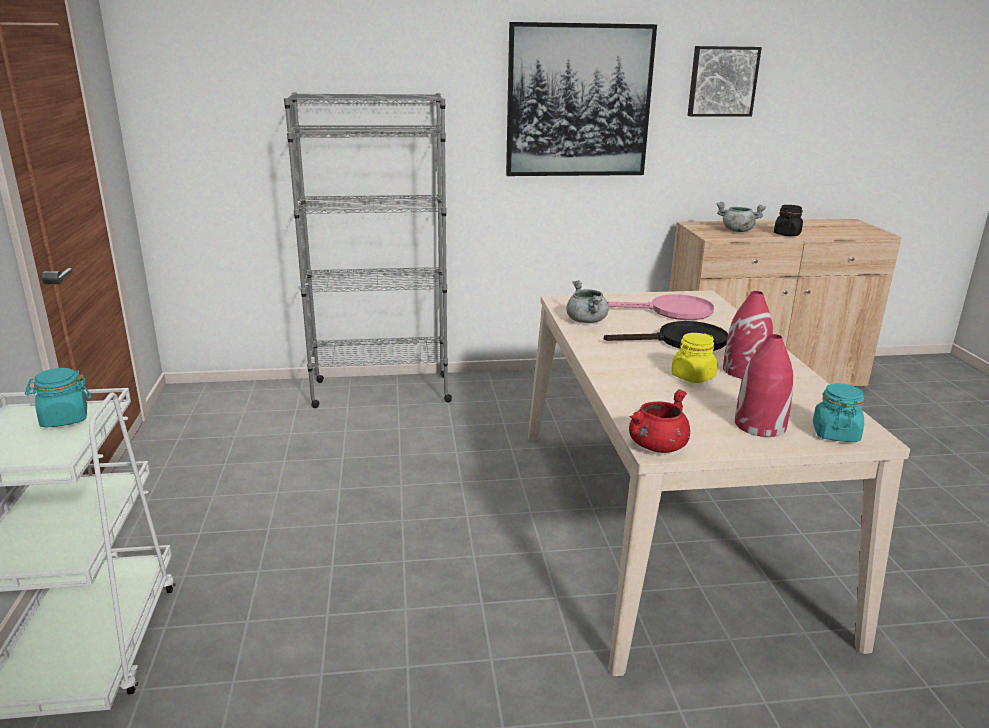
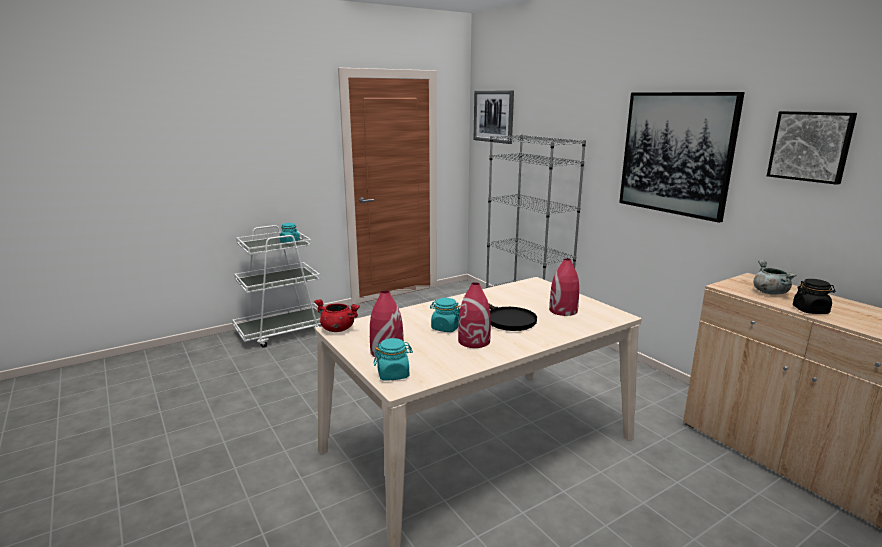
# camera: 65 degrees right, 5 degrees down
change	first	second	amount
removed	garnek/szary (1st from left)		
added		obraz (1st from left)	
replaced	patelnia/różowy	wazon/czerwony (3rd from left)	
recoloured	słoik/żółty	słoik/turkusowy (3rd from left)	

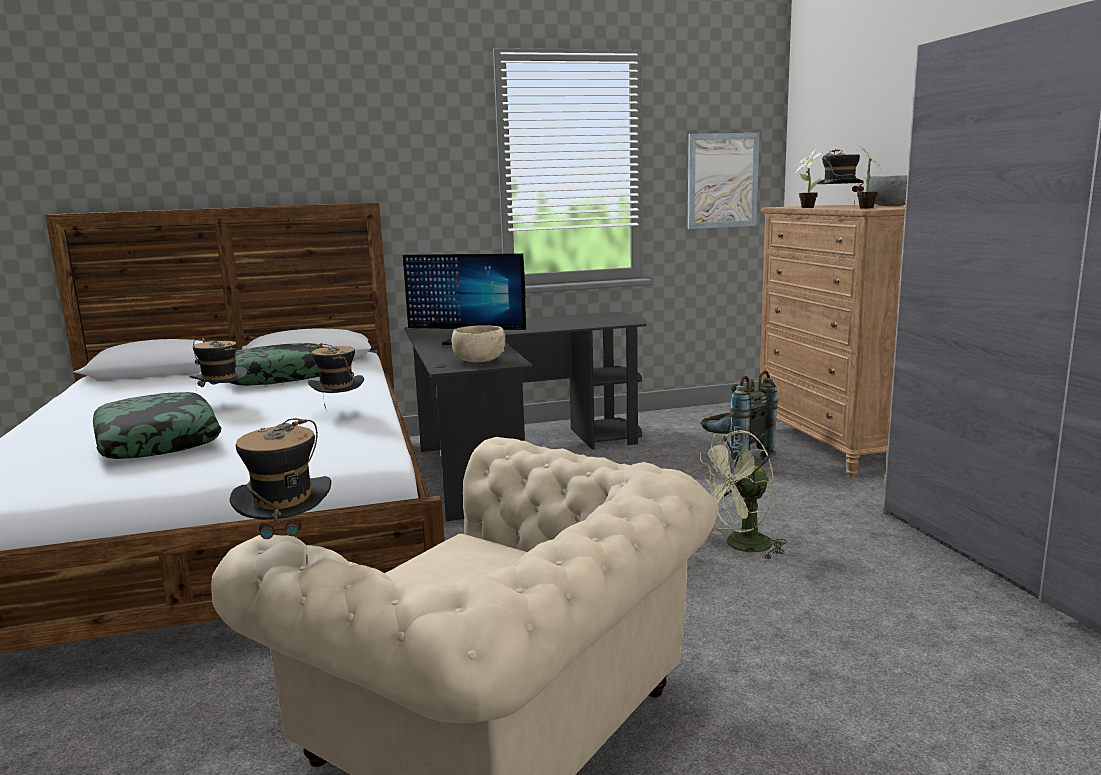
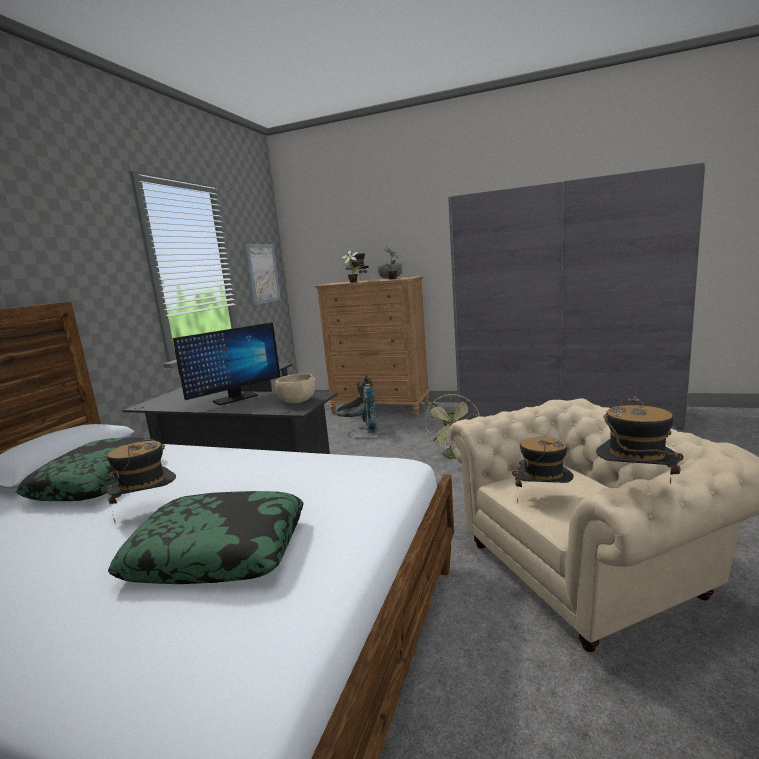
# camera: 55 degrees left, 0 degrees up
change	first	second	amount
moved	kapelusz (3rd from left)		

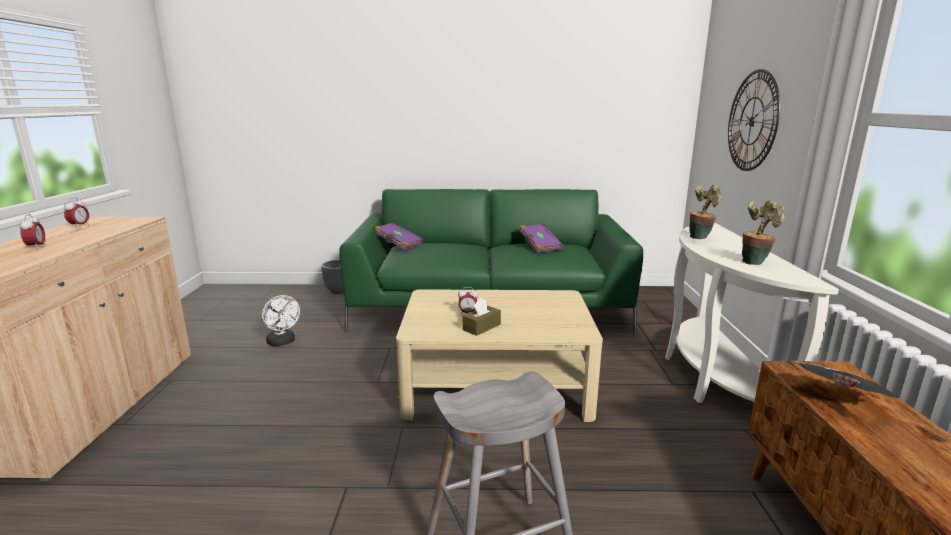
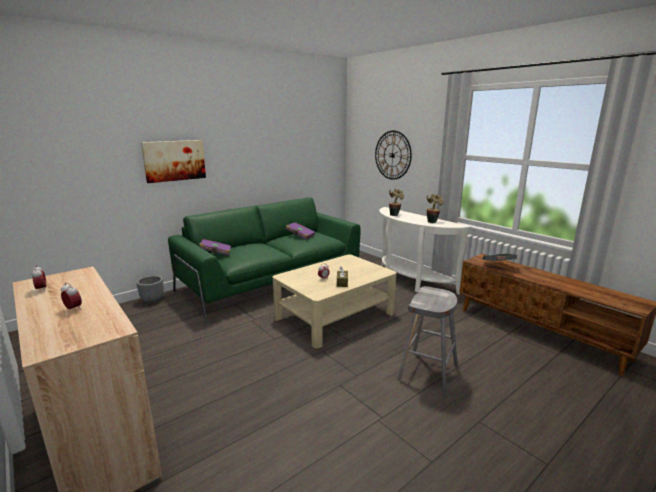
# camera: 40 degrees left, 0 degrees up
change	first	second	amount
removed	wentylator/biały		
added		obraz	

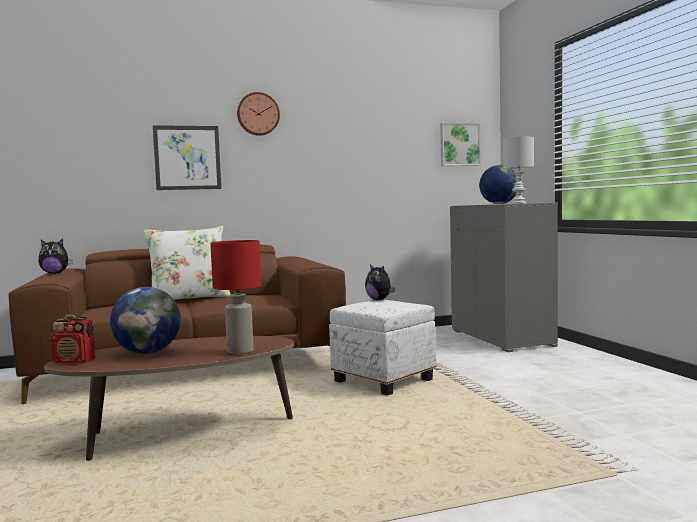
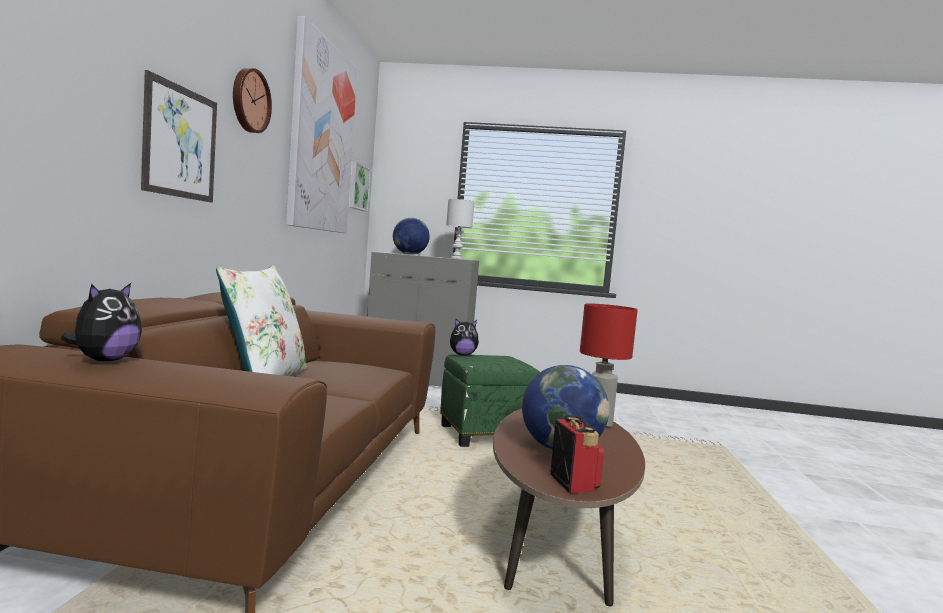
# camera: 65 degrees left, 0 degrees up
change	first	second	amount
added		obraz (2nd from left)	
recoloured	pufa/biały	pufa/zielony	
turned	radio		45 degrees counterclockwise

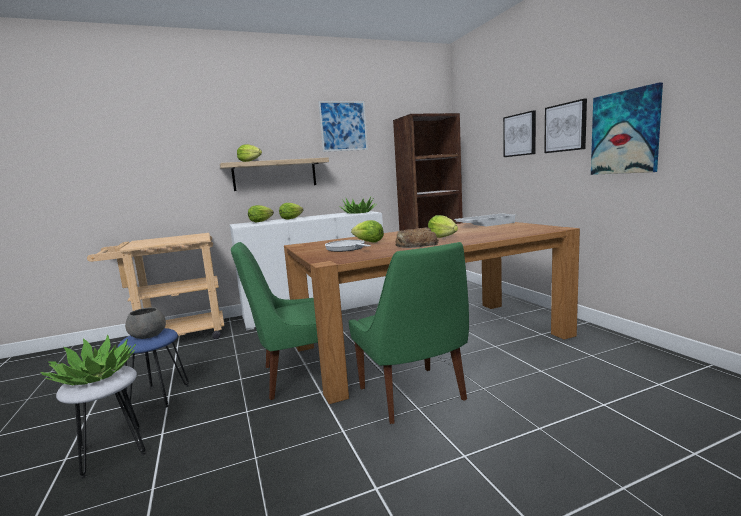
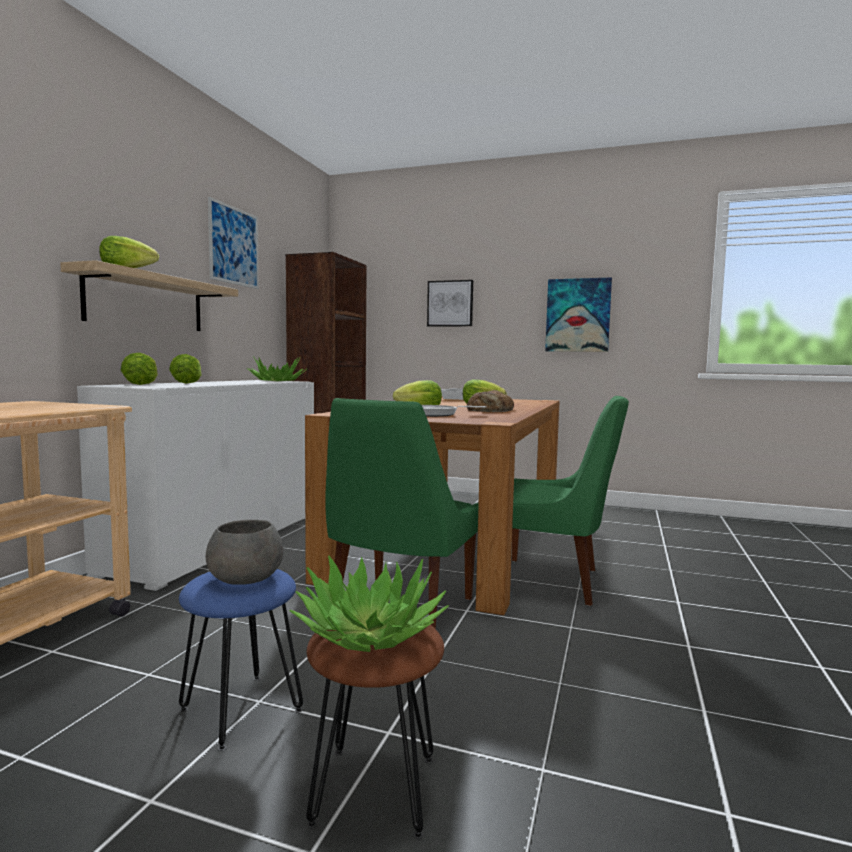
# camera: 50 degrees left, 5 degrees down
change	first	second	amount
removed	obraz (3rd from left)		
recoloured	stołek/biały	stołek/brązowy	

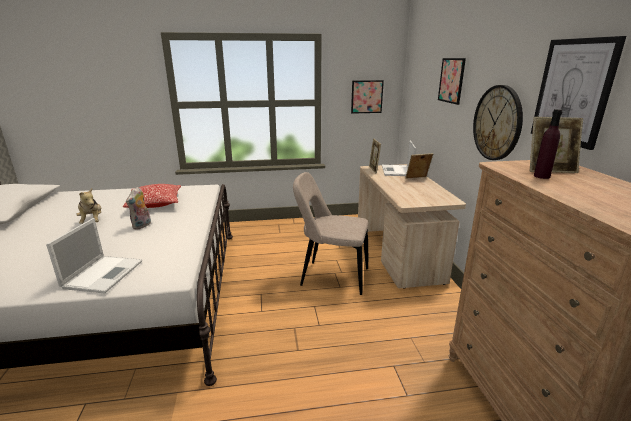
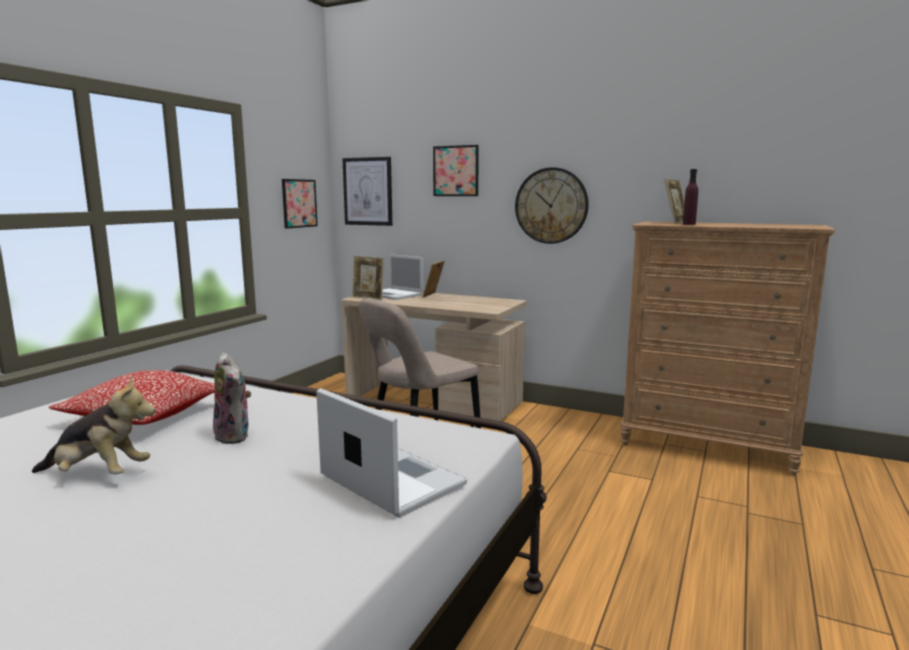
# camera: 55 degrees left, 10 degrees down
change	first	second	amount
moved	obraz (3rd from left in the first image)	obraz (2nd from left)	

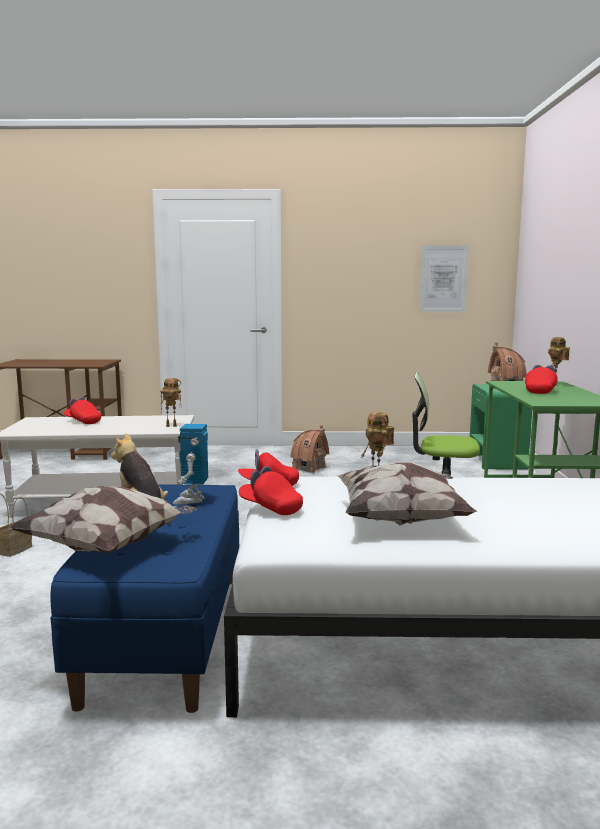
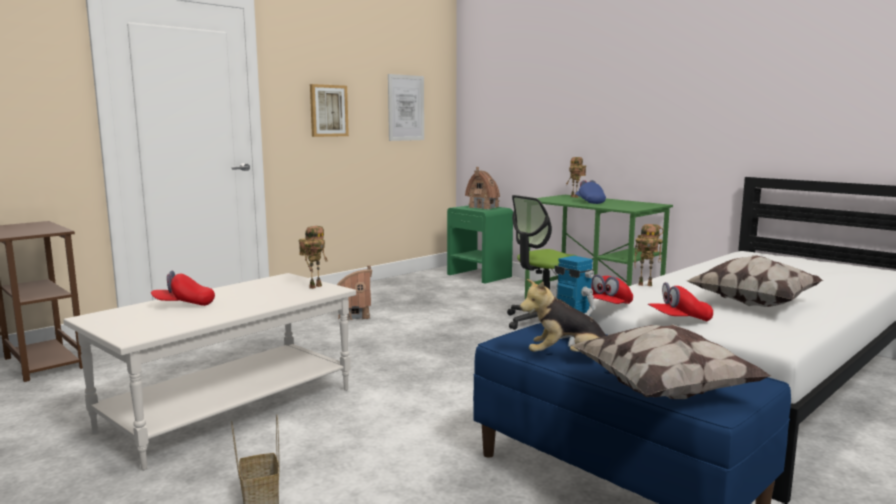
# camera: 45 degrees left, 0 degrees up
change	first	second	amount
added		obraz (1st from left)	
recoloured	czapka z daszkiem/czerwony (4th from left)	czapka z daszkiem/niebieski	

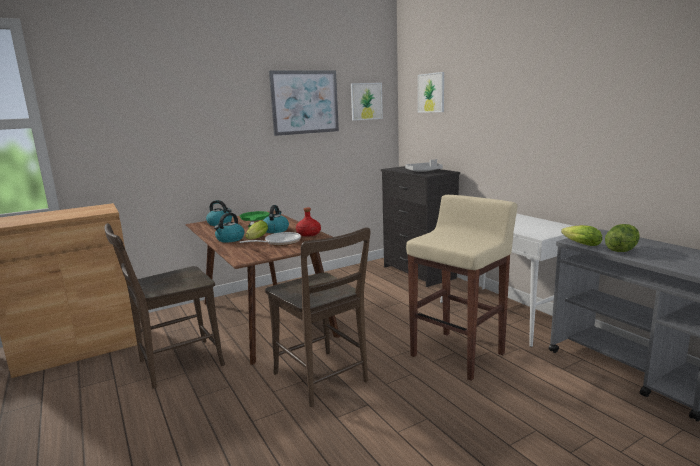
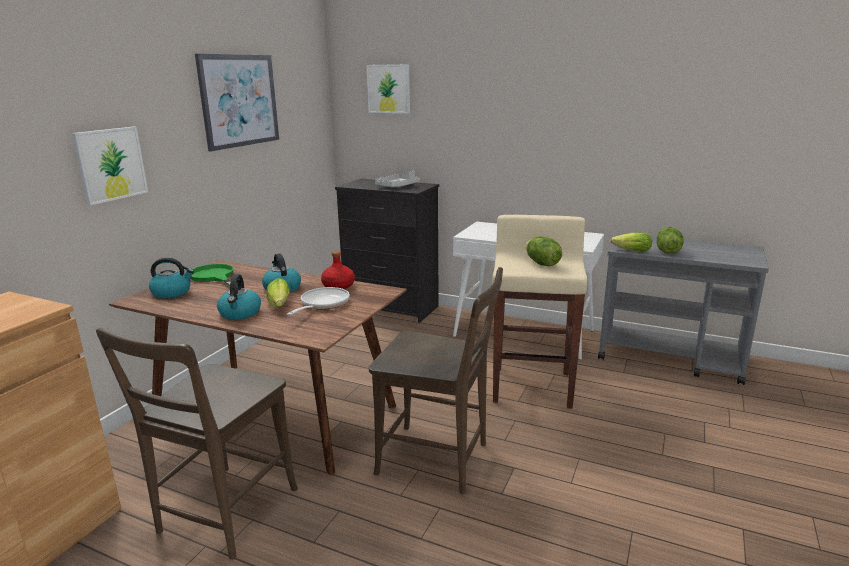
# camera: 35 degrees left, 5 degrees up
change	first	second	amount
added		sałata (2nd from left)	
moved	obraz (2nd from left in the first image)	obraz (1st from left)	

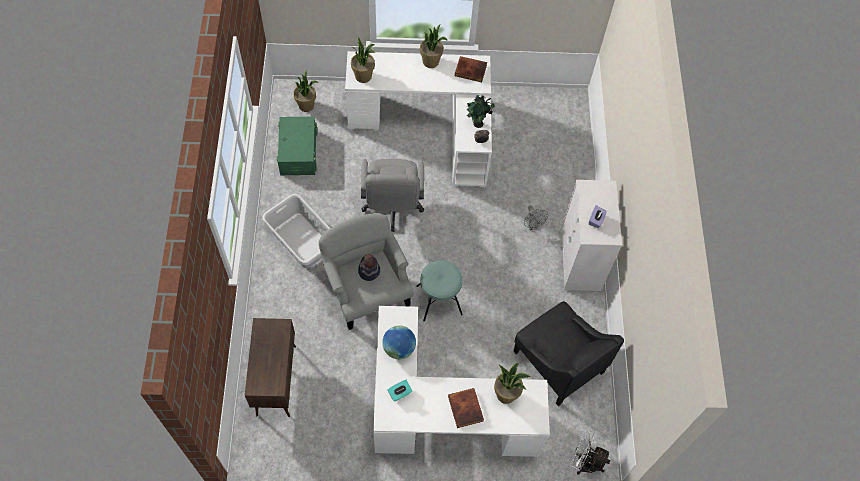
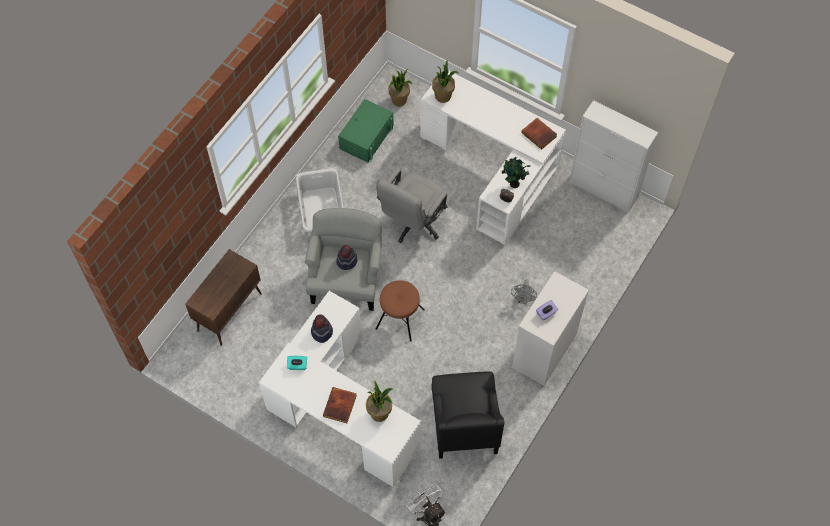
# camera: 35 degrees right, 0 degrees up
change	first	second	amount
removed	roślina doniczkowa (3rd from left)		
added		szafka/biały	
replaced	globus	kapelusz (1st from left)	
recoloured	stołek/turkusowy	stołek/brązowy	

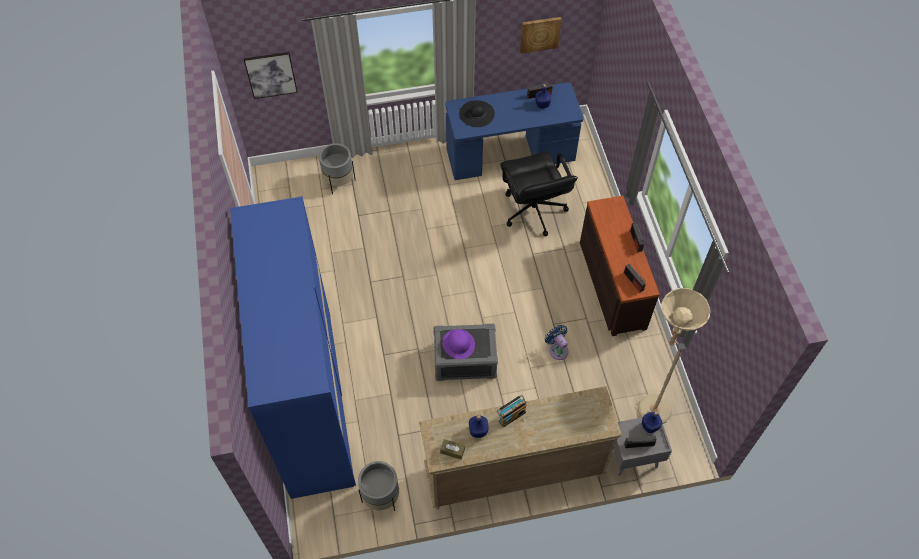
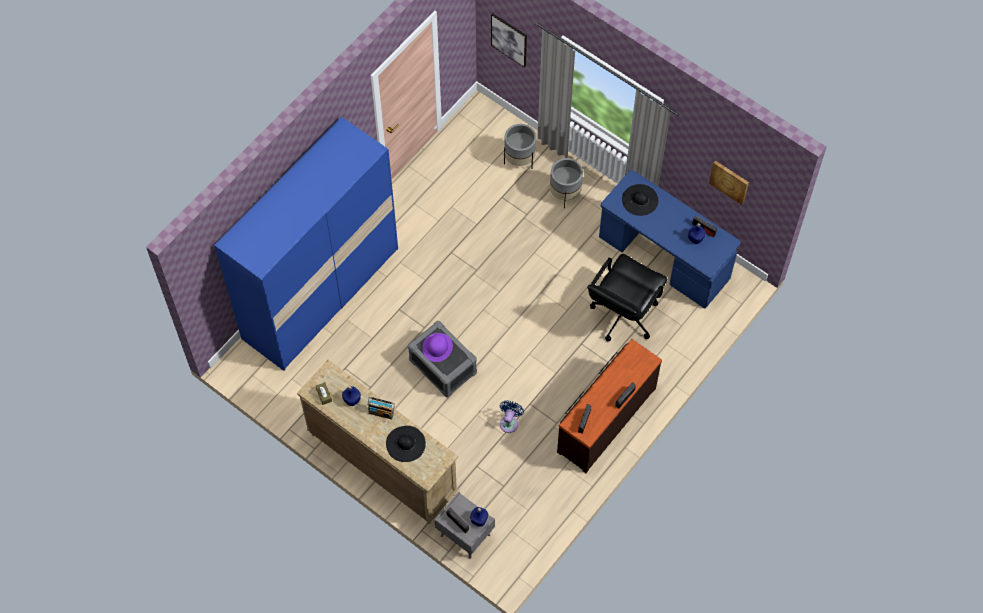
# camera: 50 degrees right, 5 degrees up
change	first	second	amount
removed	lampa stojąca/beżowy		
added		kapelusz/czarny (1st from left)	
moved	donica/szary (2nd from left)		

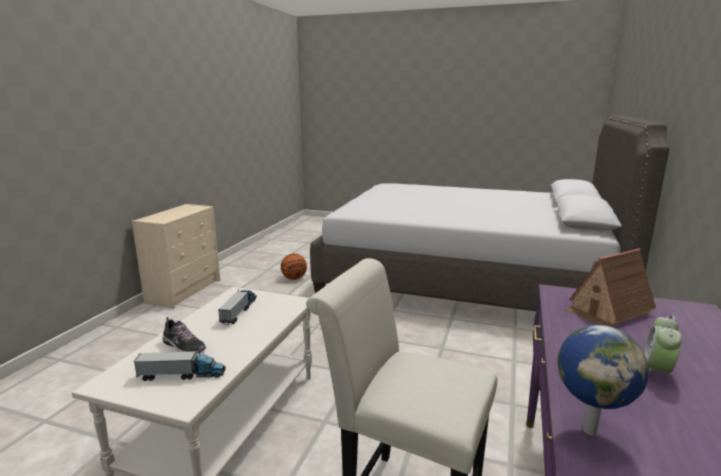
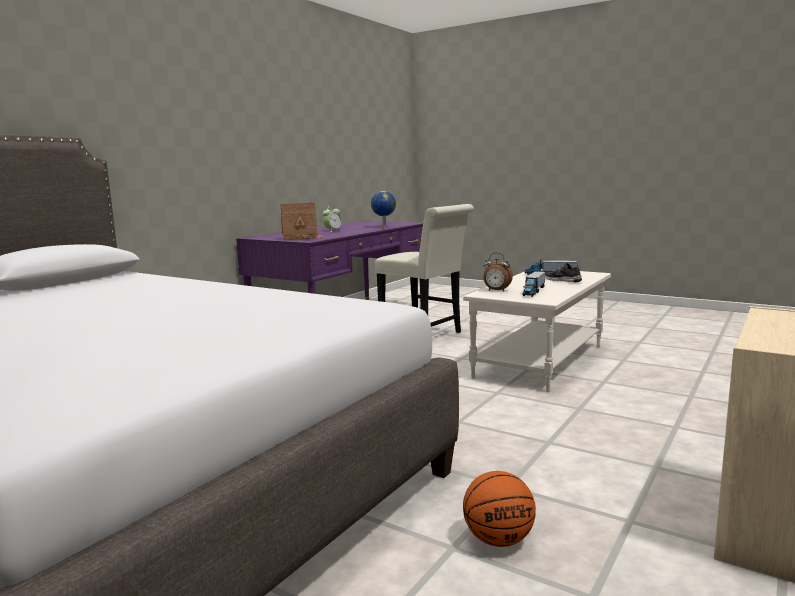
# camera: 165 degrees left, 5 degrees down
change	first	second	amount
added		budzik (2nd from left)	

